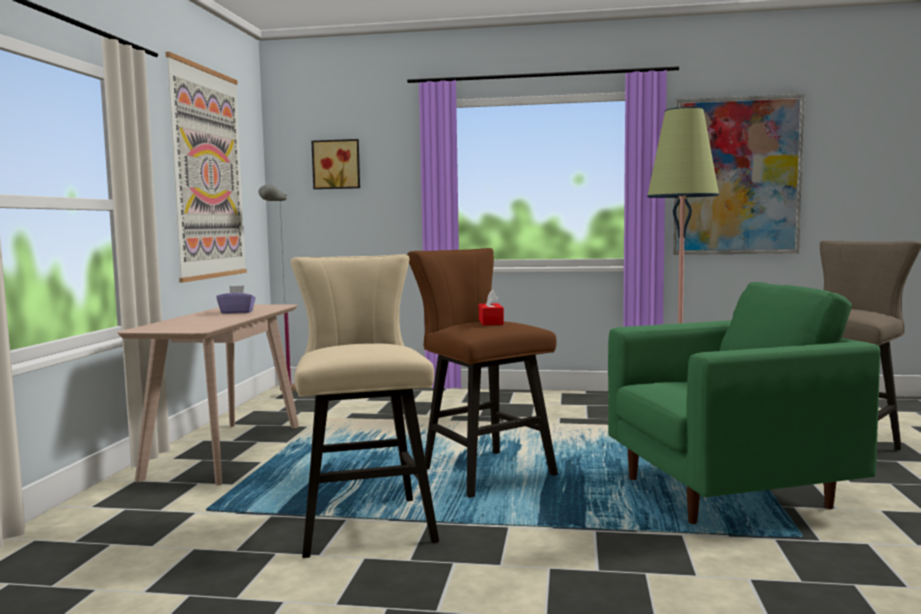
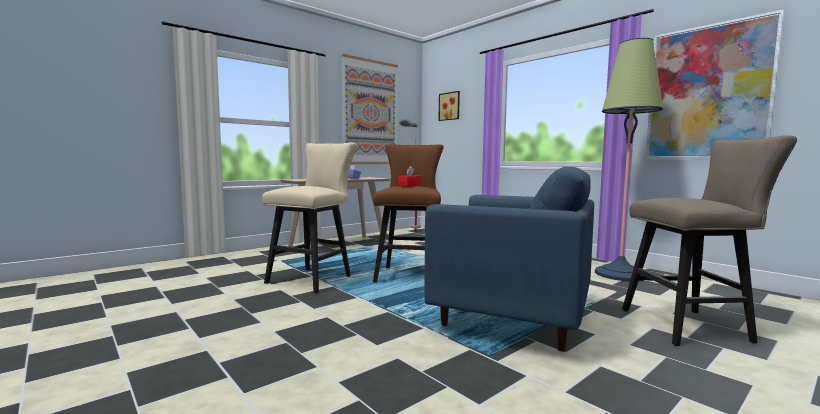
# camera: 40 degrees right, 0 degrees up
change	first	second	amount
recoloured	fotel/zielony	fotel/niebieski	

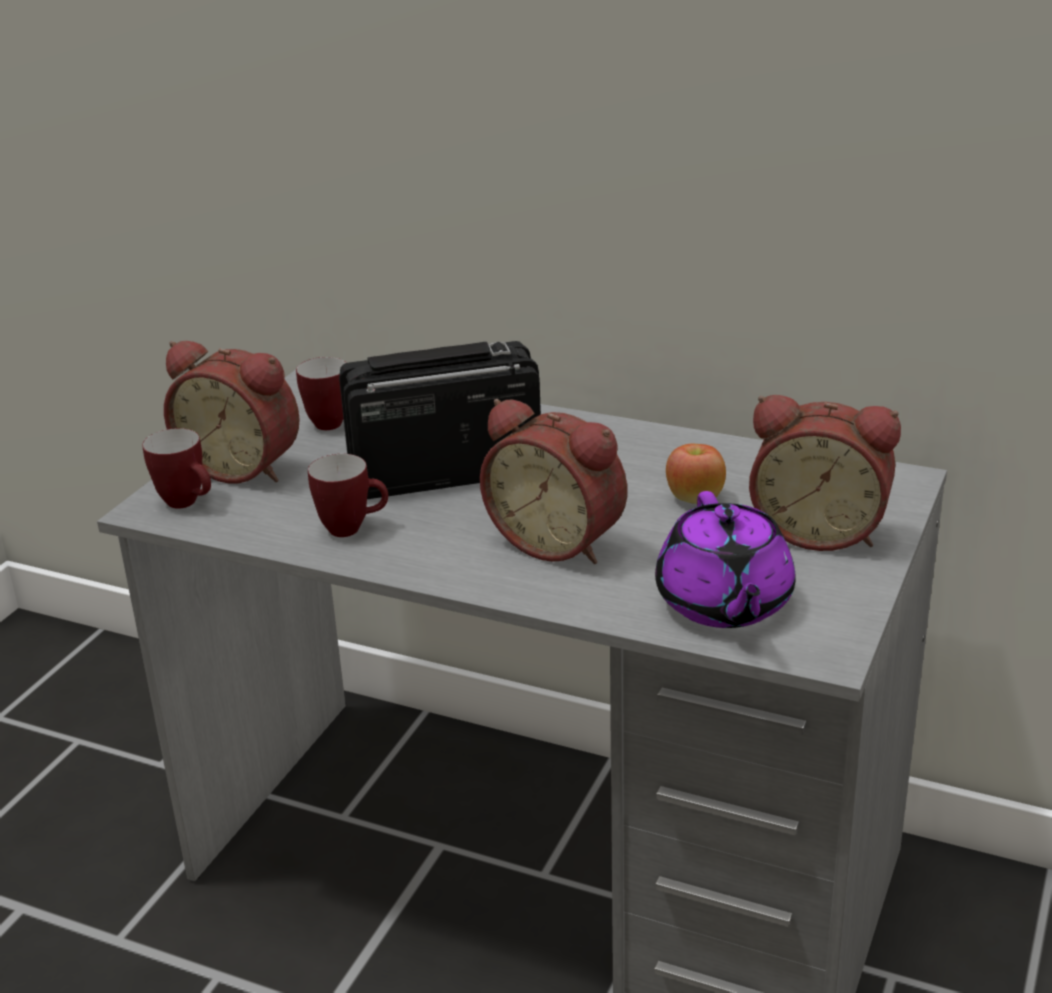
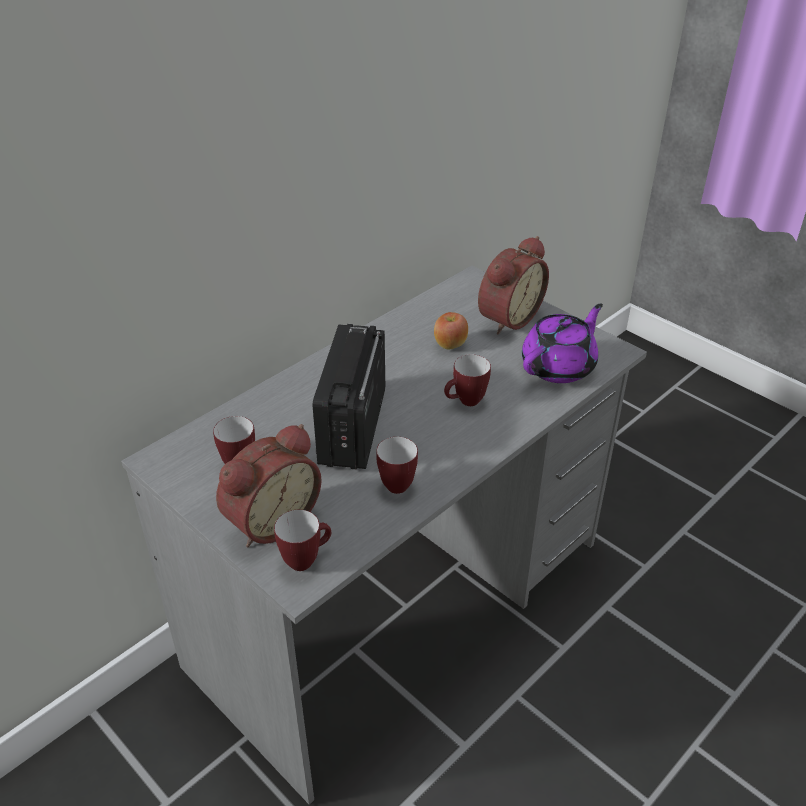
# camera: 70 degrees left, 10 degrees up
change	first	second	amount
replaced	budzik (2nd from left)	kubek (4th from left)	
turned	imbryk/fioletowy		60 degrees counterclockwise

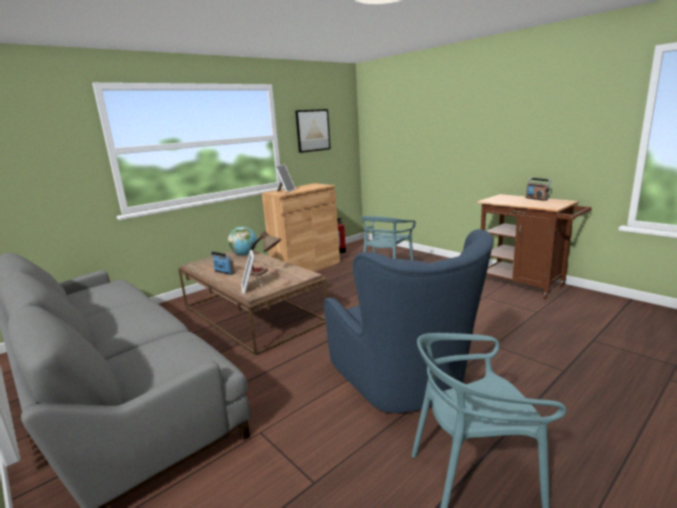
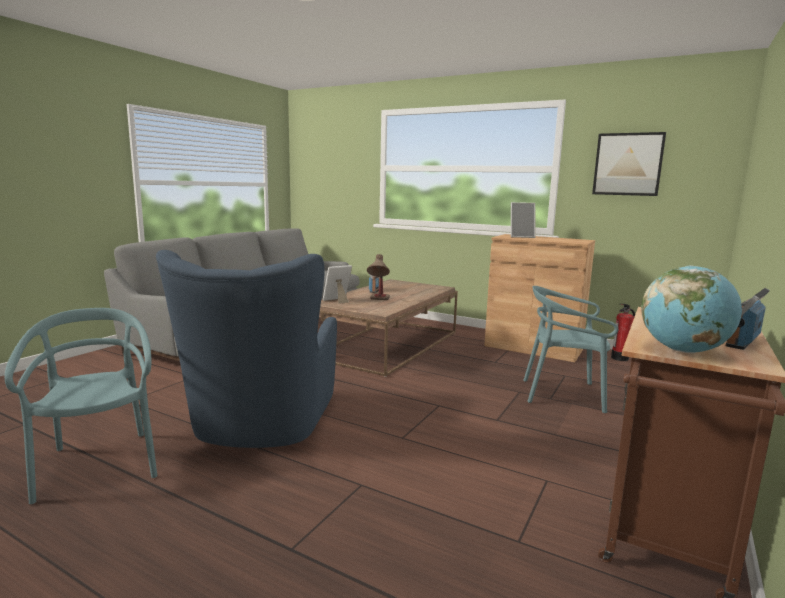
# camera: 70 degrees right, 5 degrees down
change	first	second	amount
moved	globus		
turned	fotel/niebieski		45 degrees counterclockwise

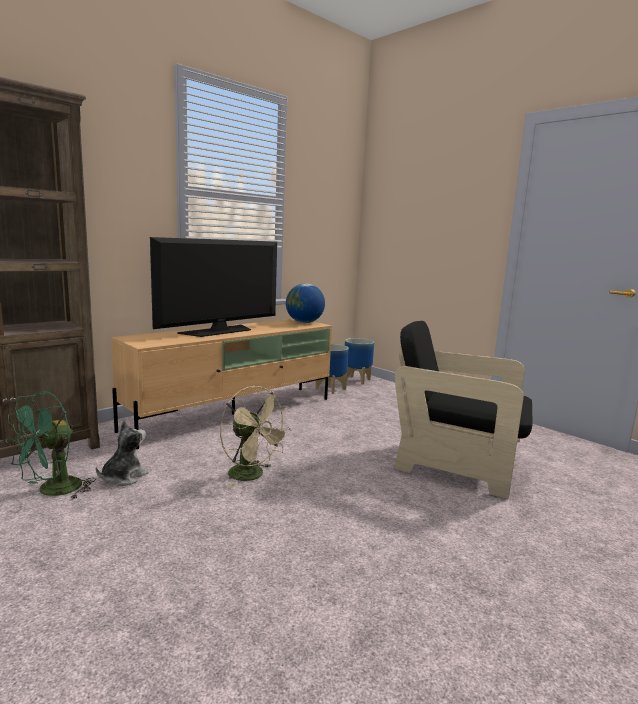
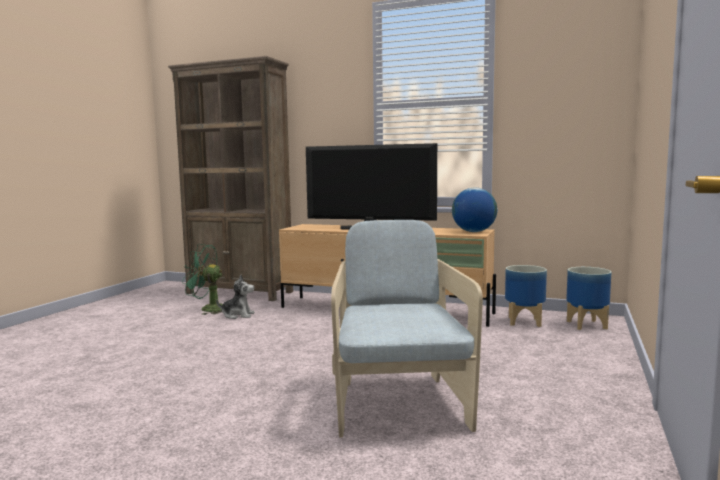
# camera: 65 degrees right, 5 degrees down
change	first	second	amount
removed	wentylator/beżowy		
recoloured	fotel/czarny	fotel/beżowy	

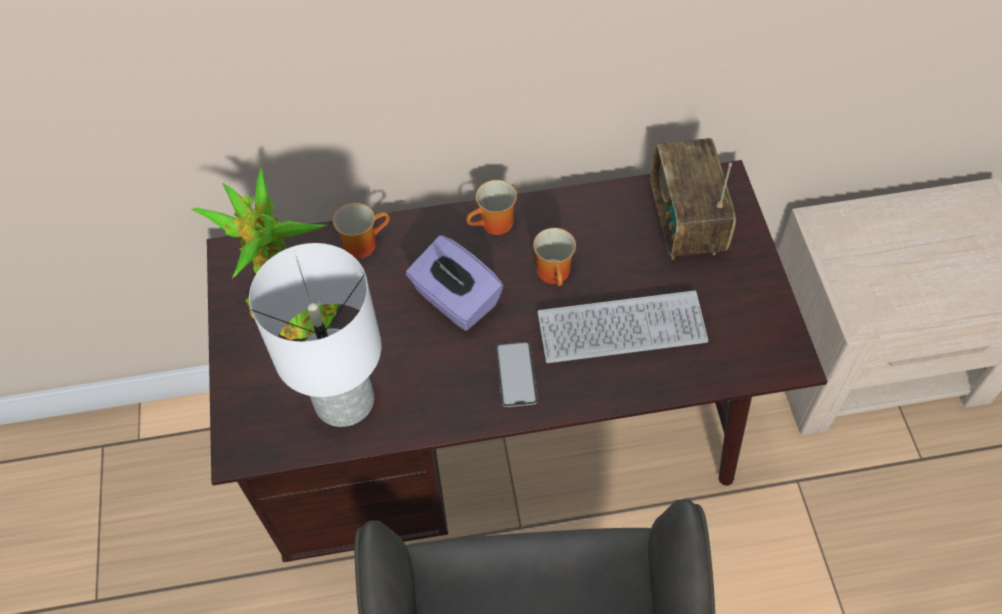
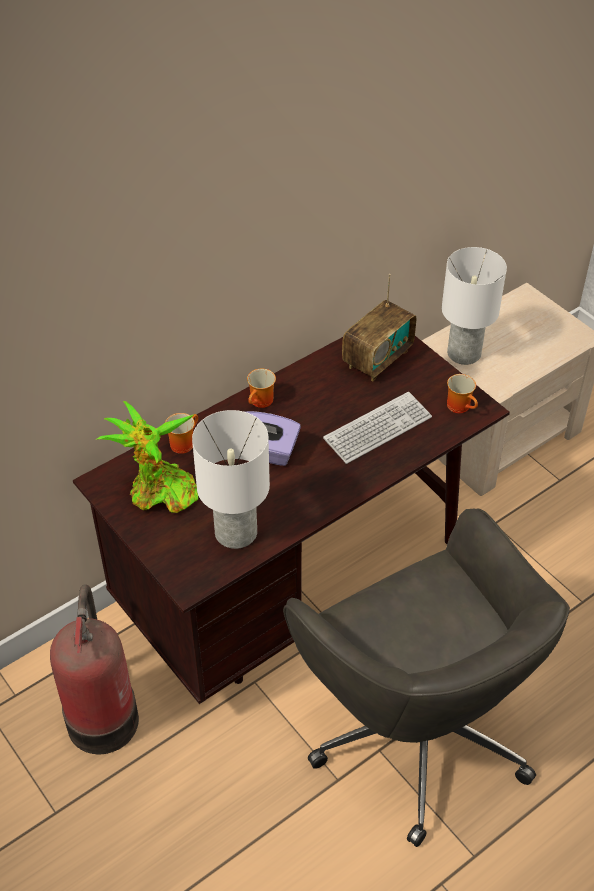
# camera: 30 degrees left, 10 degrees down
change	first	second	amount
removed	telefon		
added		gaśnica	
added		lampa stołowa/biały (2nd from left)	
moved	kubek (3rd from left)		
turned	radio		105 degrees counterclockwise

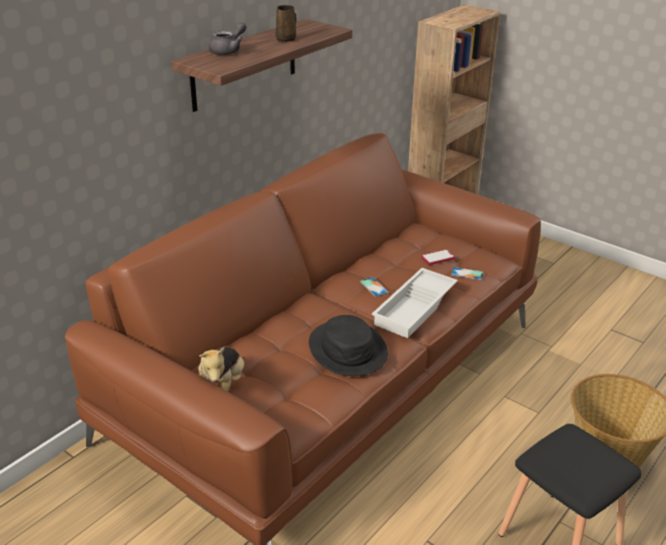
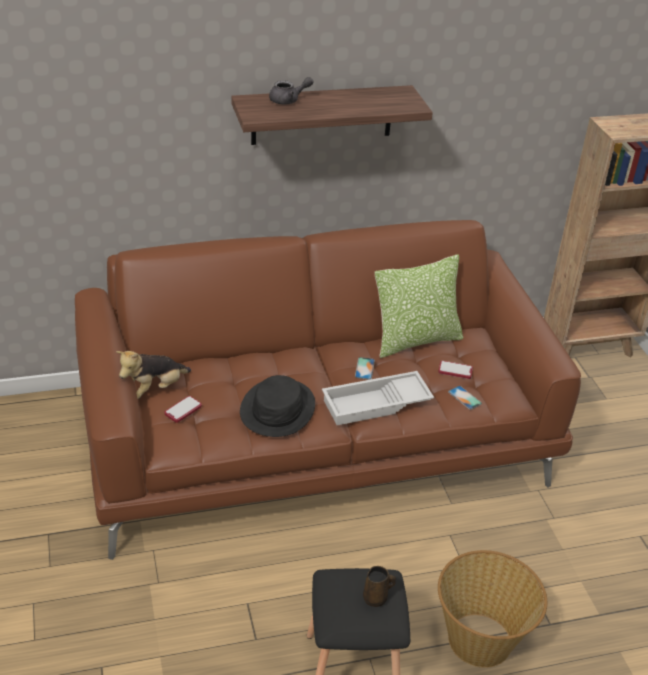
# camera: 35 degrees right, 5 degrees up
change	first	second	amount
added		telefon (1st from left)	
added		poduszka	
moved	kubek/brązowy		

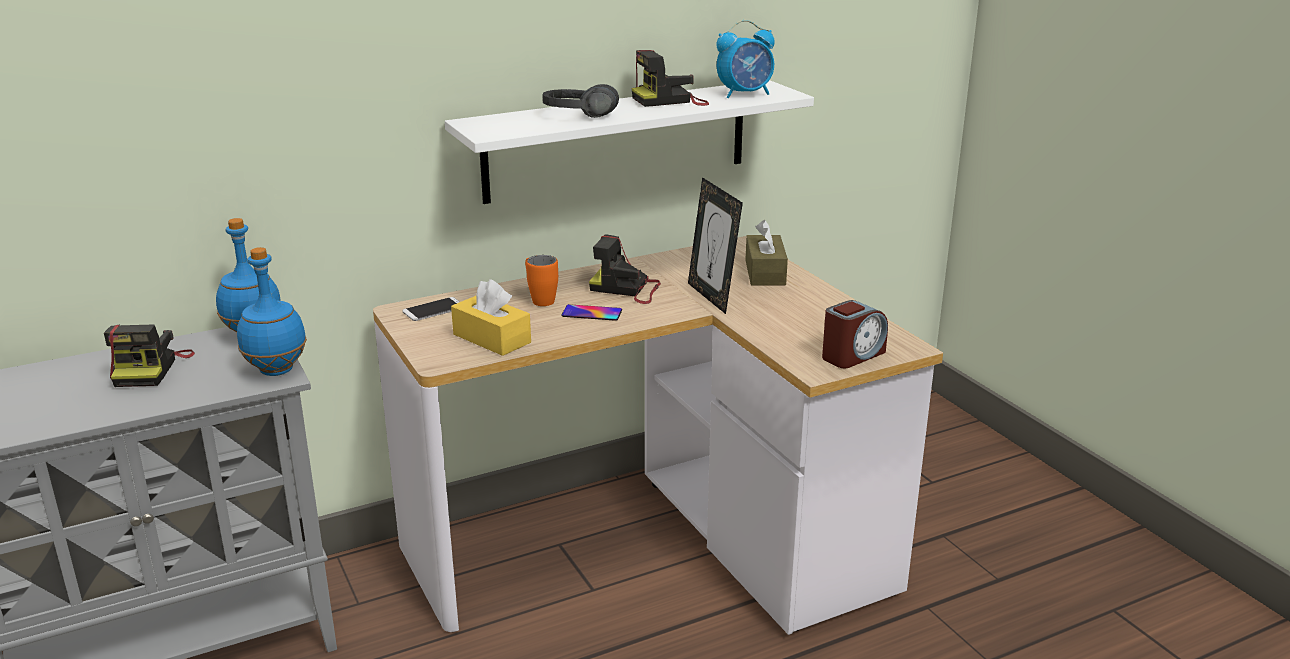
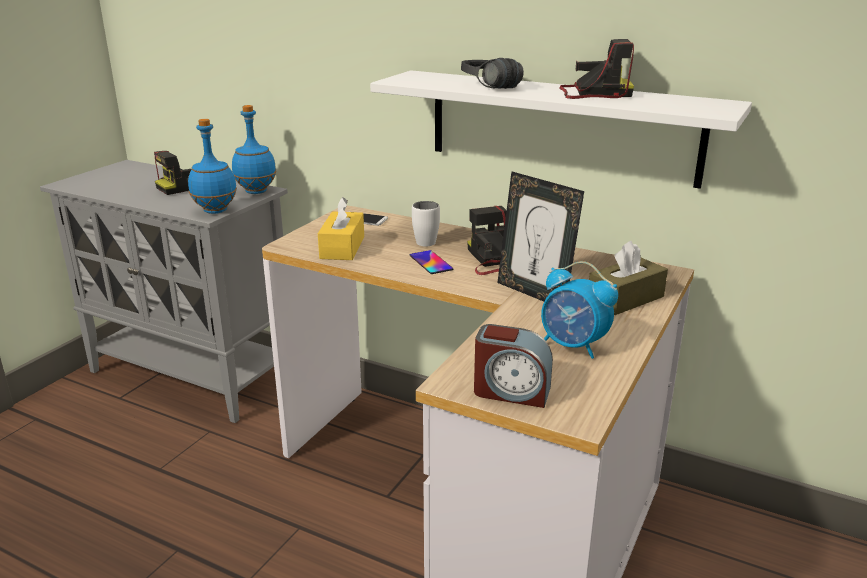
# camera: 55 degrees right, 0 degrees up
change	first	second	amount
moved	budzik (1st from left in the first image)	budzik (2nd from left)	
recoloured	kubek/pomarańczowy	kubek/biały	
turned	aparat fotograficzny (3rd from left)		150 degrees clockwise
turned	ramka na zdjęcie		75 degrees counterclockwise

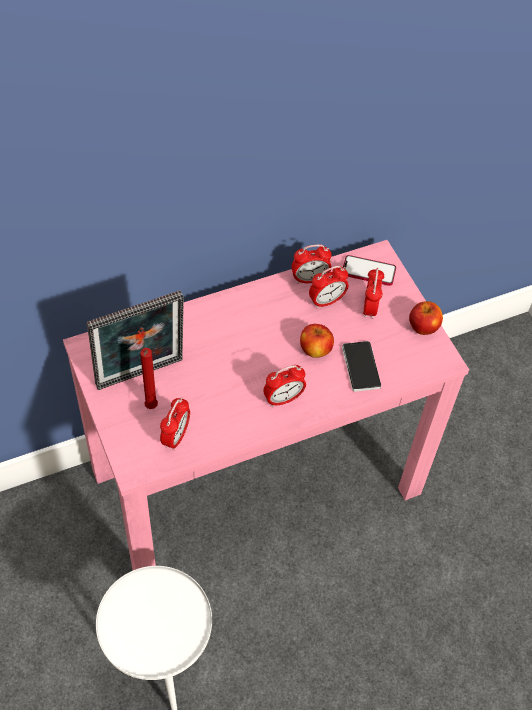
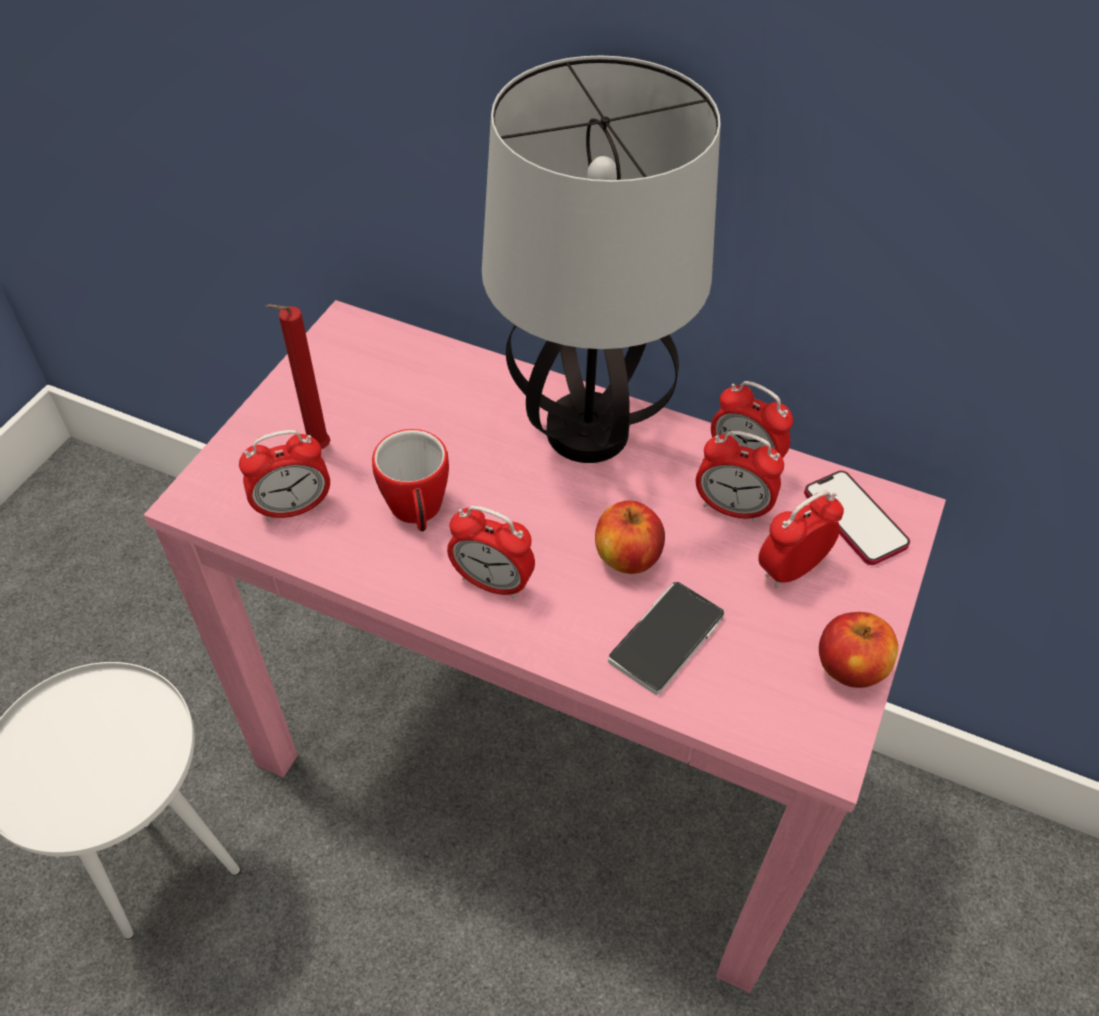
# camera: 50 degrees right, 5 degrees down
change	first	second	amount
removed	ramka na zdjęcie		
added		kubek	
added		lampa stołowa	

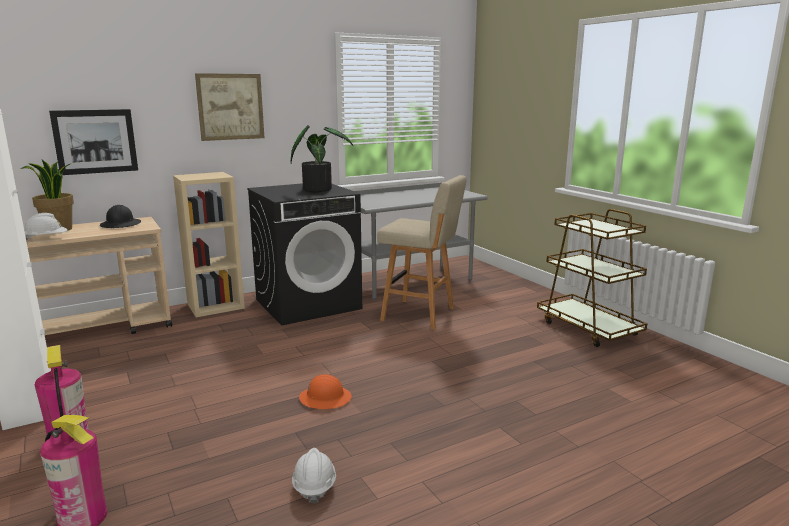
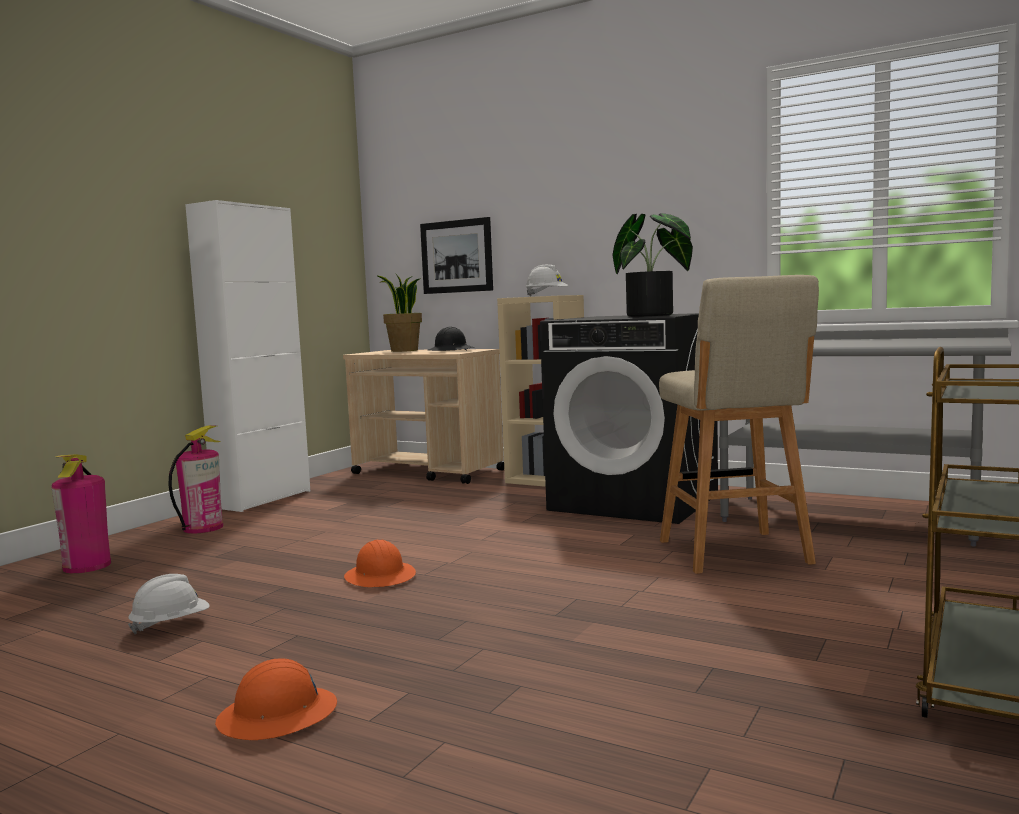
# camera: 60 degrees right, 10 degrees down
change	first	second	amount
removed	obraz (2nd from left)		
added		kask/pomarańczowy (1st from left)	
moved	kask/biały (1st from left in the first image)	kask/biały (2nd from left)	

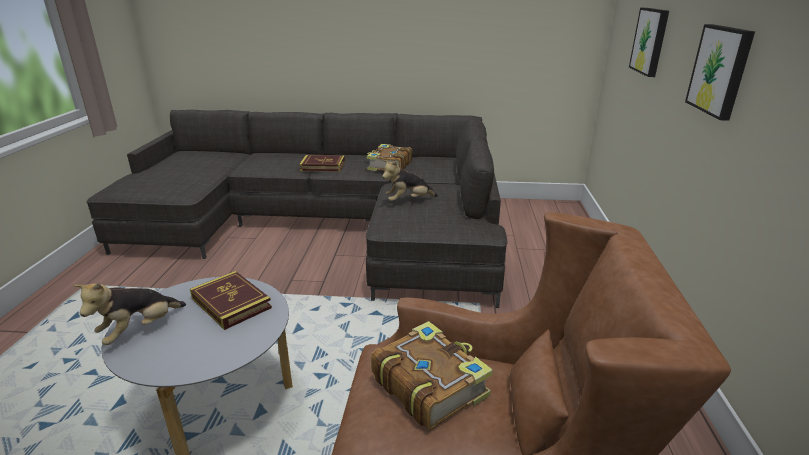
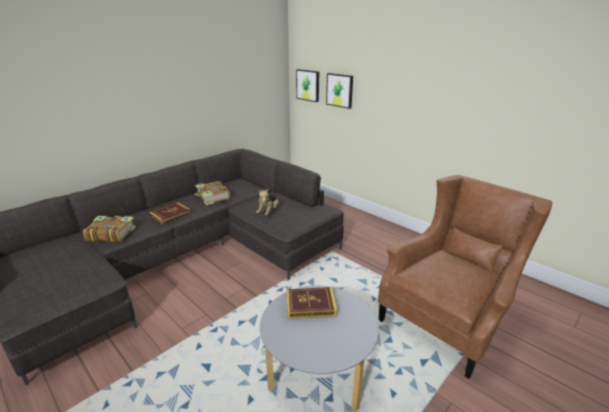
# camera: 50 degrees left, 0 degrees up
change	first	second	amount
removed	pluszak (1st from left)		
moved	książka (4th from left in the first image)	książka (1st from left)	
moved	obraz (2nd from left in the first image)	obraz (1st from left)	

